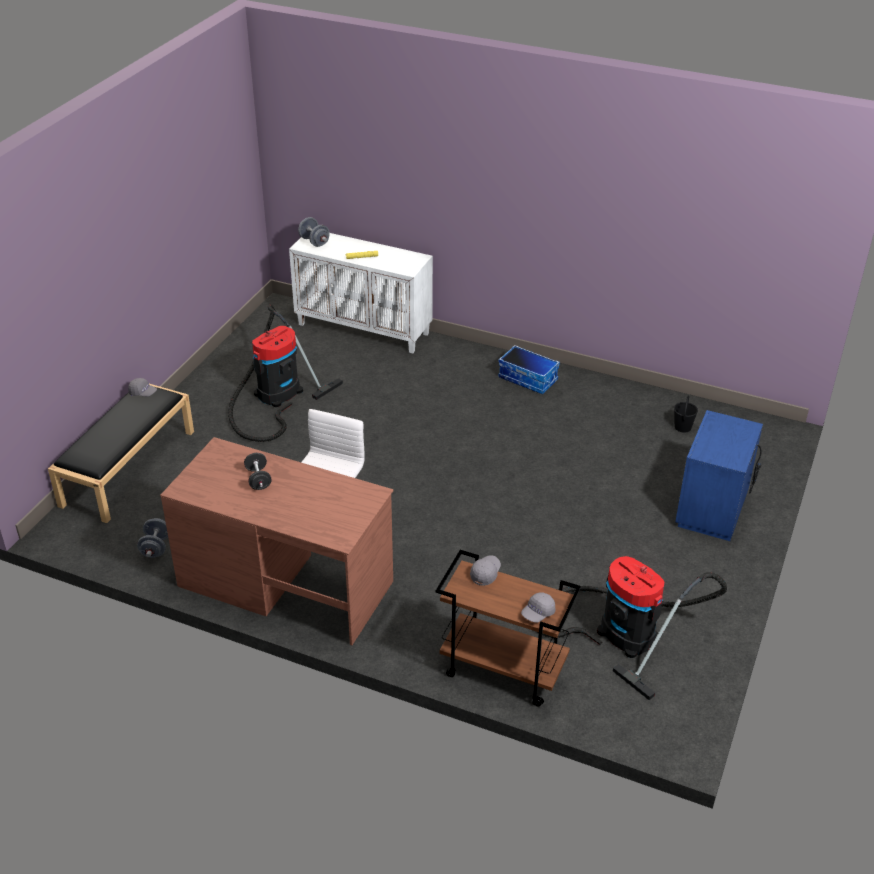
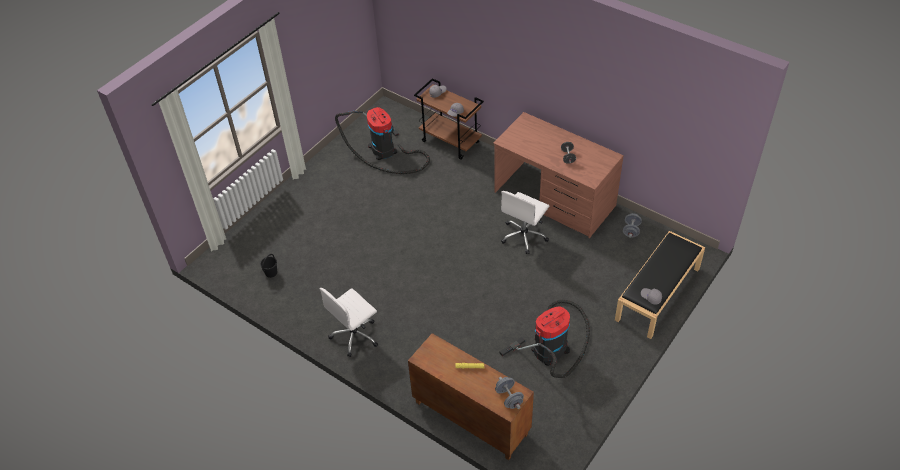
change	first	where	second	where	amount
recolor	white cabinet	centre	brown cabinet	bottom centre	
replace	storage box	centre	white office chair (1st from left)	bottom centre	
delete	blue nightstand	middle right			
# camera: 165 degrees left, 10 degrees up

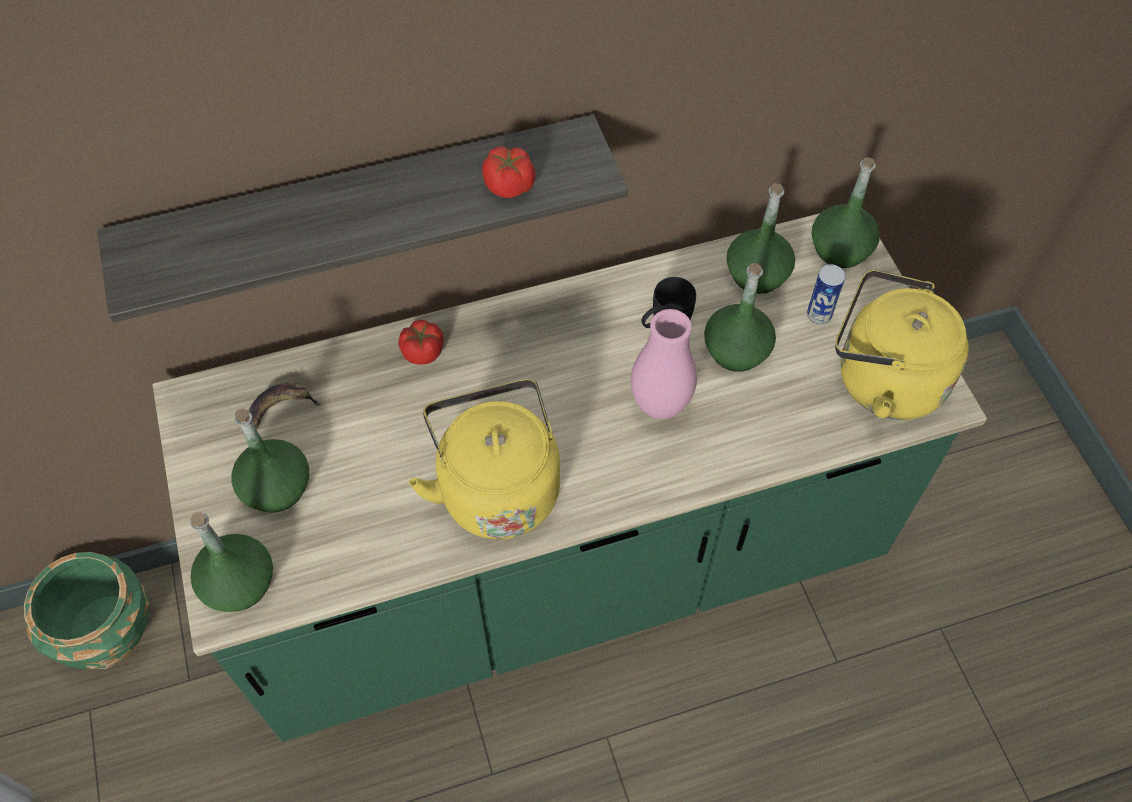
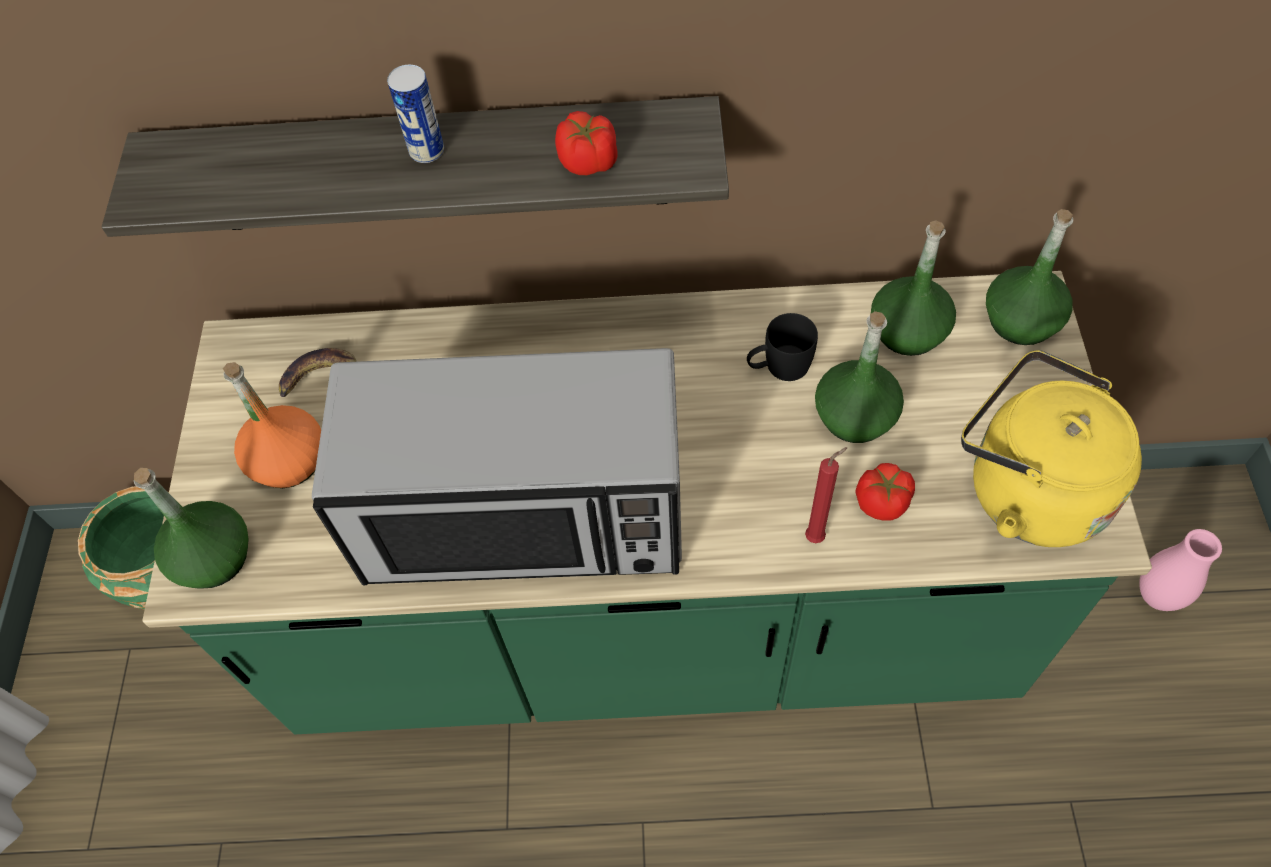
change	first	where	second	where	amount
move	can	middle right		top left	
move	pink vase	centre		middle right	
move	tomato (1st from left in the first image)	centre	tomato (2nd from left)	middle right	
replace	yellow kettle (1st from left)	centre	microwave	centre	
recolor	green bottle (2nd from left)	middle left	orange bottle	middle left	
insert			red candle	centre	
# camera: 20 degrees right, 0 degrees up

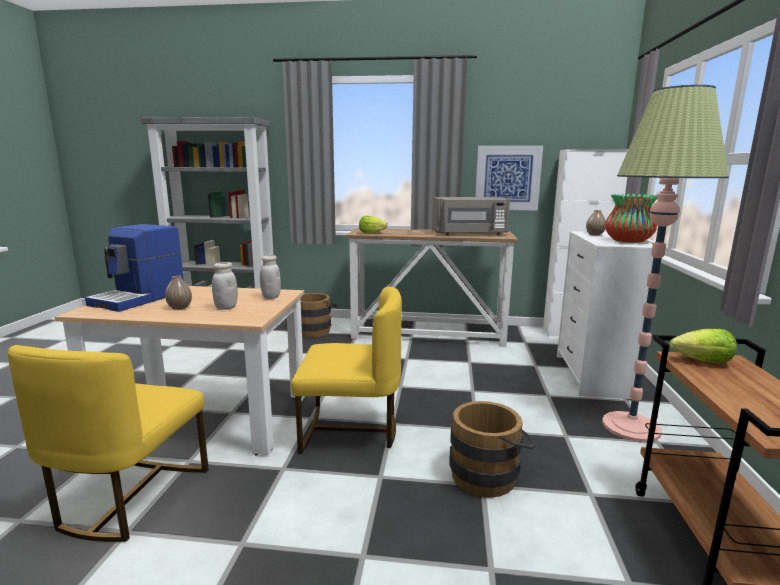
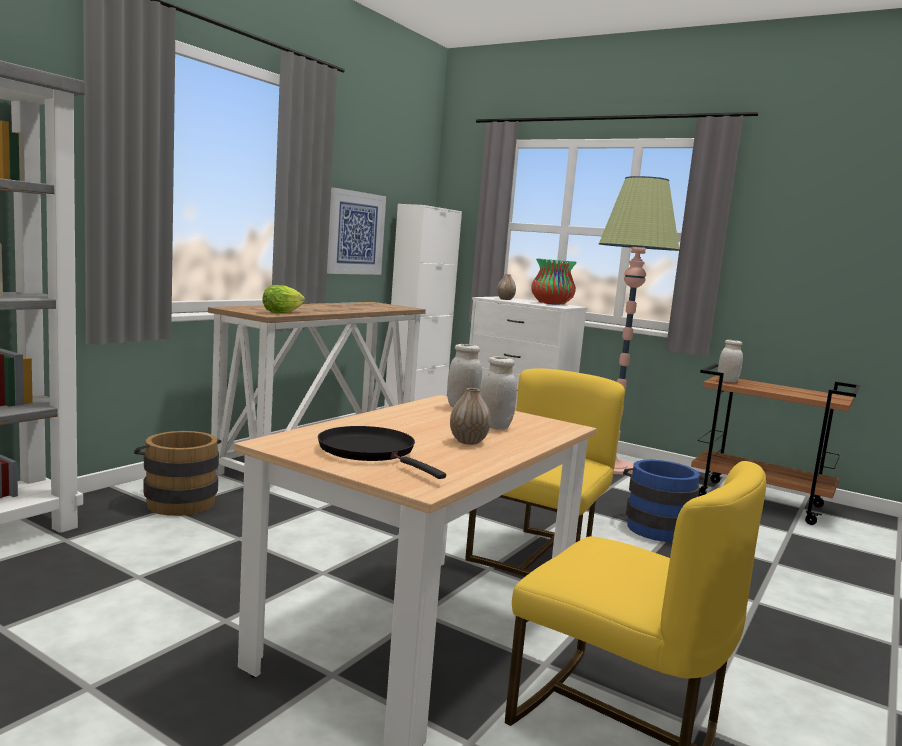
change	first	where	second	where	amount
delete	grey microwave	centre			
replace	coffee machine	middle left	black frying pan	centre	
replace	lettuce (2nd from left)	middle right	white jar (3rd from left)	middle right	
recolor	brown bucket (2nd from left)	bottom centre	blue bucket	bottom right	
# camera: 65 degrees left, 5 degrees down

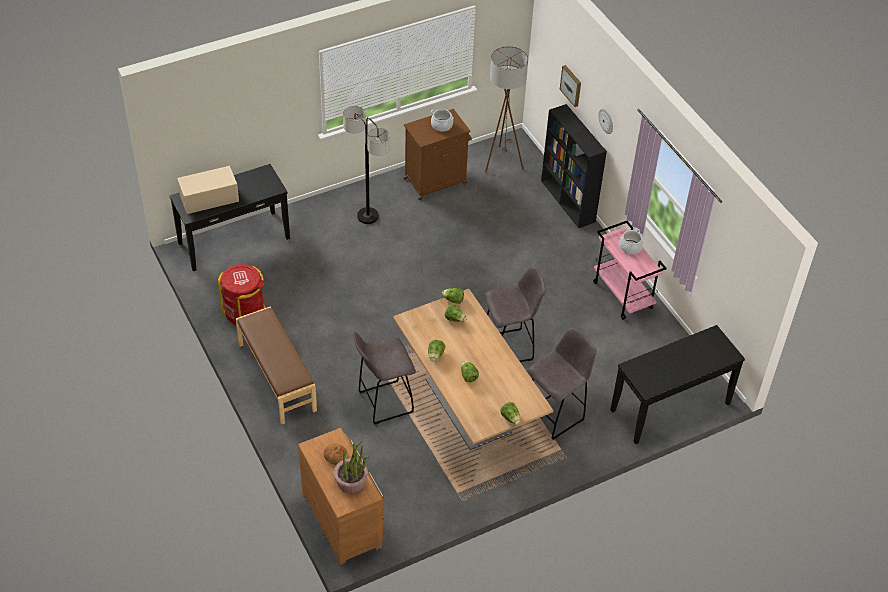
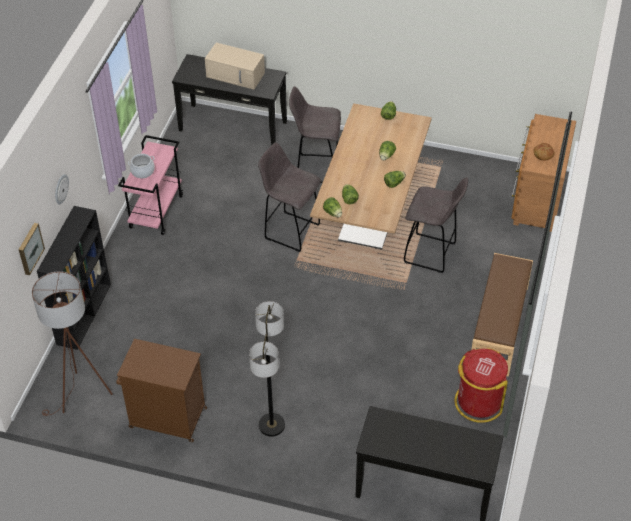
change	first	where	second	where	amount
delete	cooking pot (1st from left)	top centre			
move	beige microwave	top left		top centre	
delete	potted plant	bottom centre			
# camera: 135 degrees left, 0 degrees up

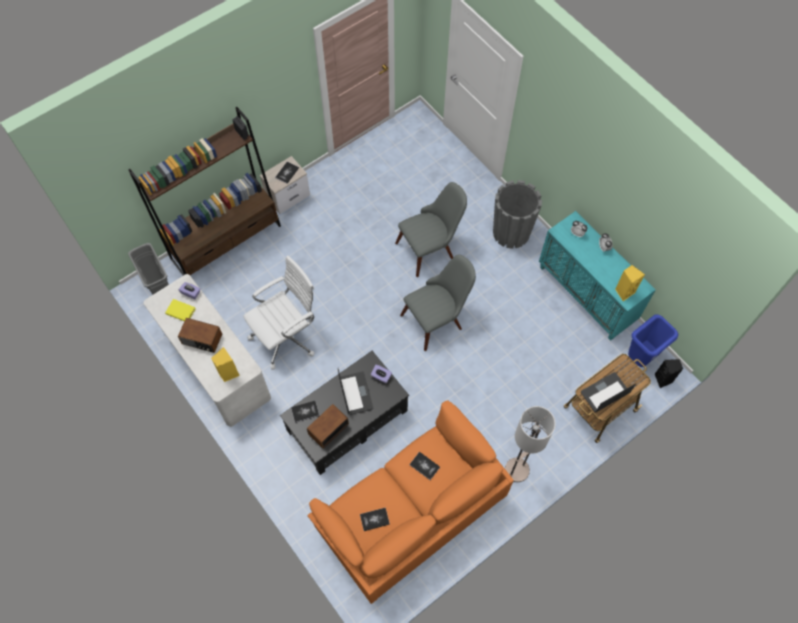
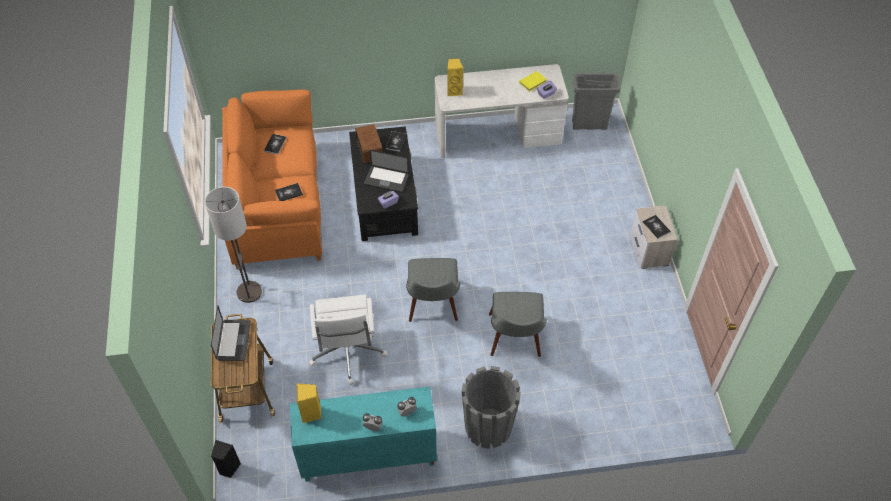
change	first	where	second	where	amount
delete	brown bookcase	top left			
move	white office chair	centre		bottom centre	
delete	blue trash can	middle right			
delete	radio (1st from left)	middle left			
# camera: 120 degrees right, 10 degrees down

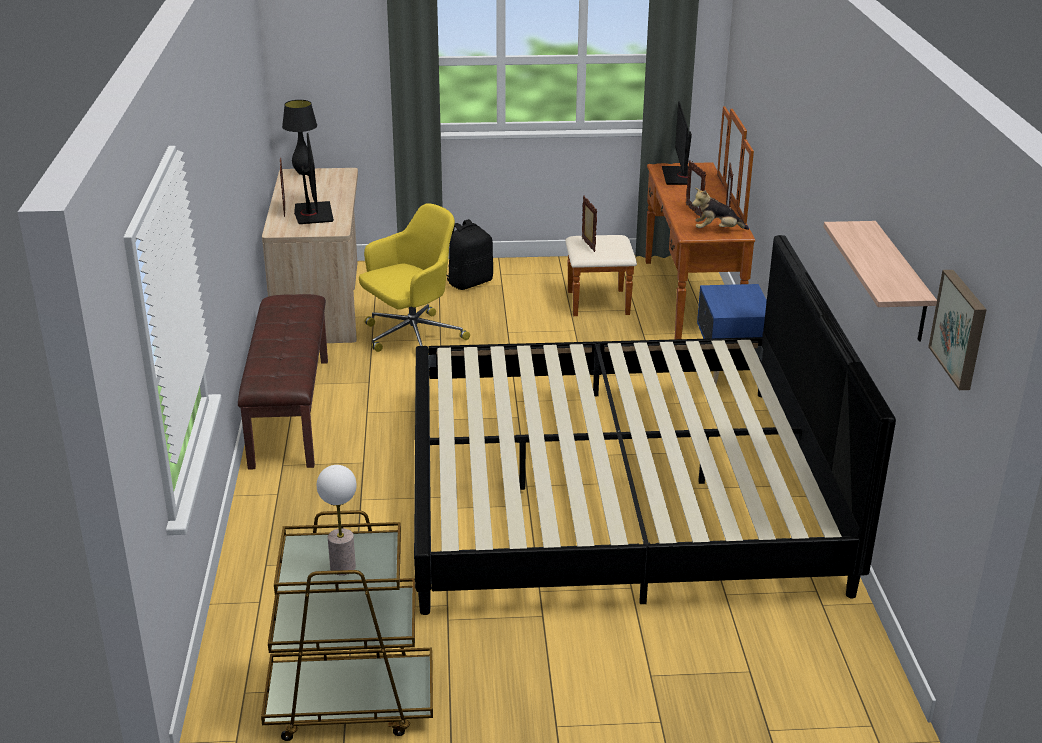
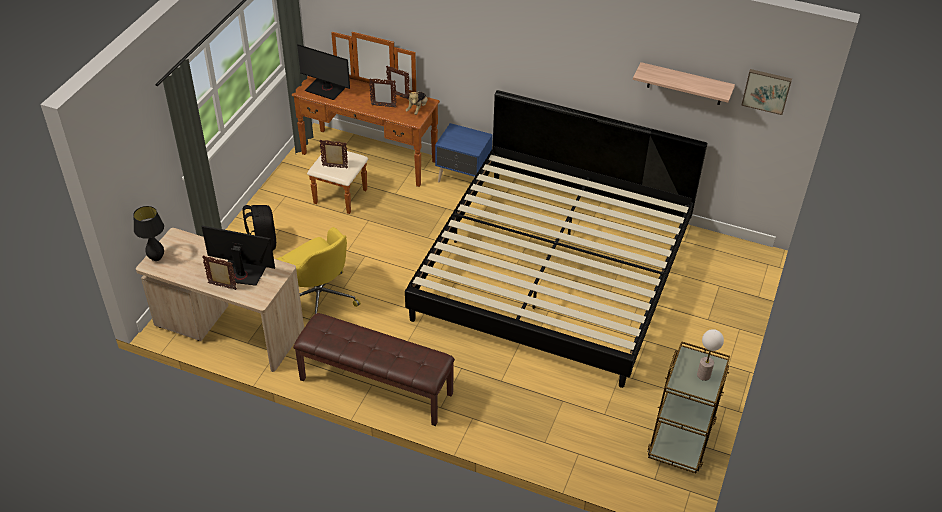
change	first	where	second	where	amount
rotate	yellow office chair	centre		centre	150 degrees clockwise
# camera: 65 degrees left, 15 degrees up

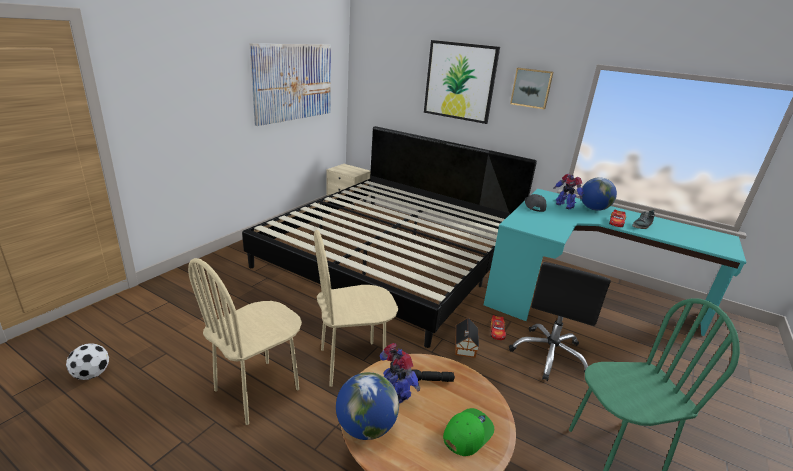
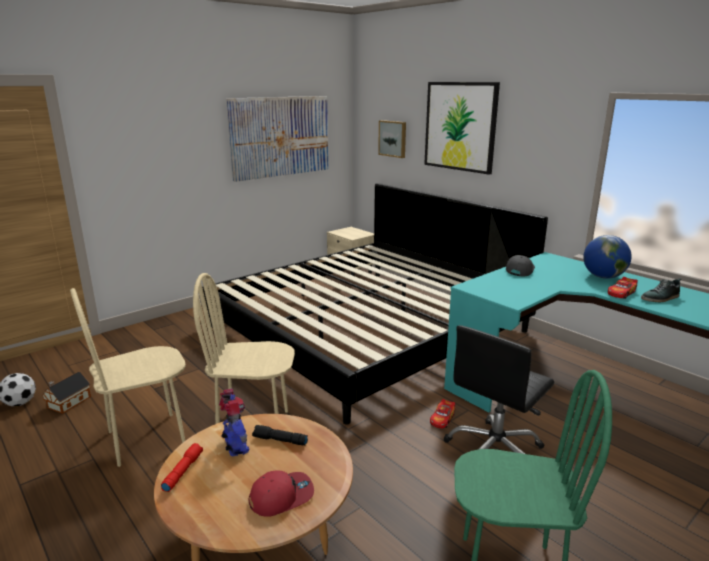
change	first	where	second	where	amount
move	picture (3rd from left in the first image)	top right	picture (2nd from left)	top centre	
delete	toy robot (2nd from left)	middle right			
move	toy house	bottom centre		bottom left	
replace	globe (1st from left)	bottom centre	red flashlight	bottom left	
recolor	green cap	bottom centre	red cap	bottom centre	
# camera: 20 degrees right, 5 degrees down

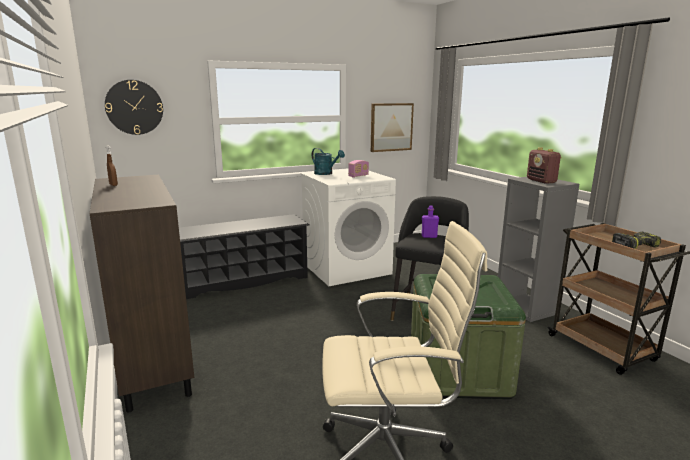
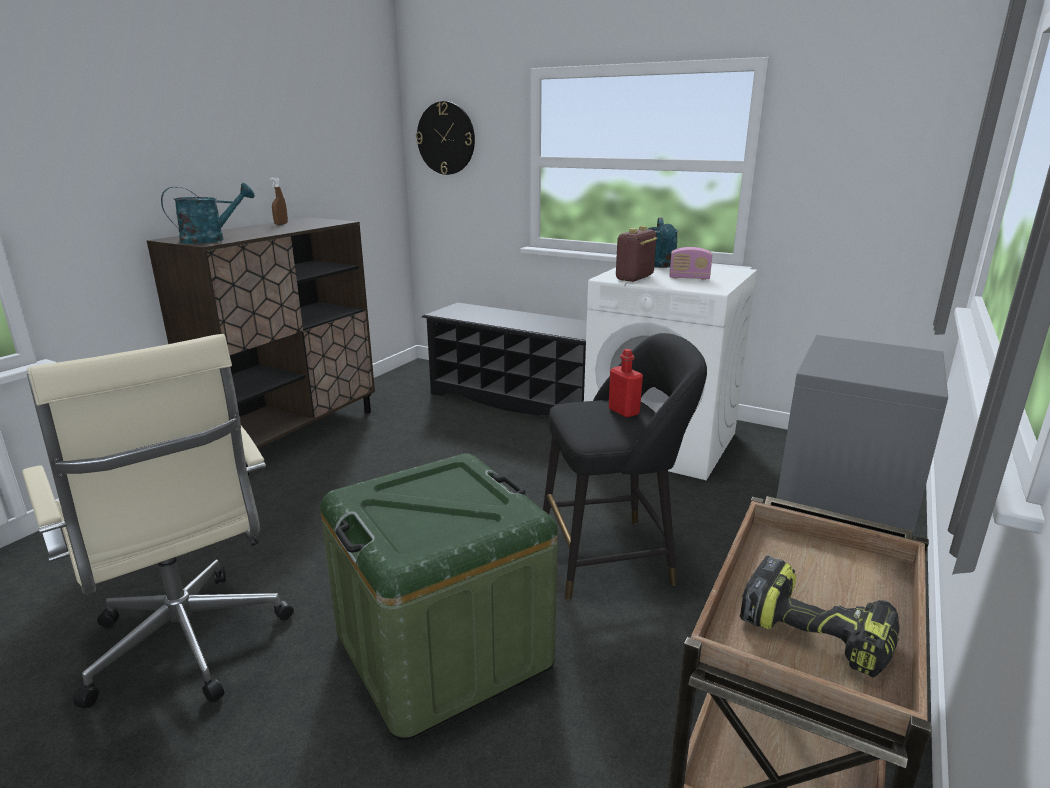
change	first	where	second	where	amount
delete	picture	top centre			
move	radio (2nd from left in the first image)	middle right	radio (1st from left)	top centre	
recolor	purple bottle	centre	red bottle	centre	
insert			turquoise watering can (1st from left)	top left	
# camera: 55 degrees right, 5 degrees up

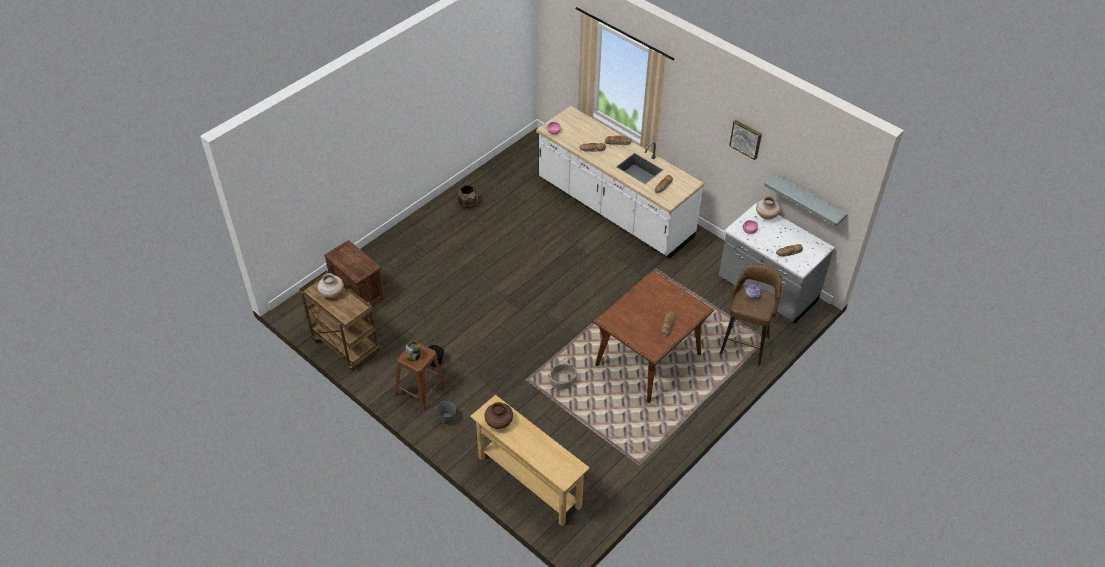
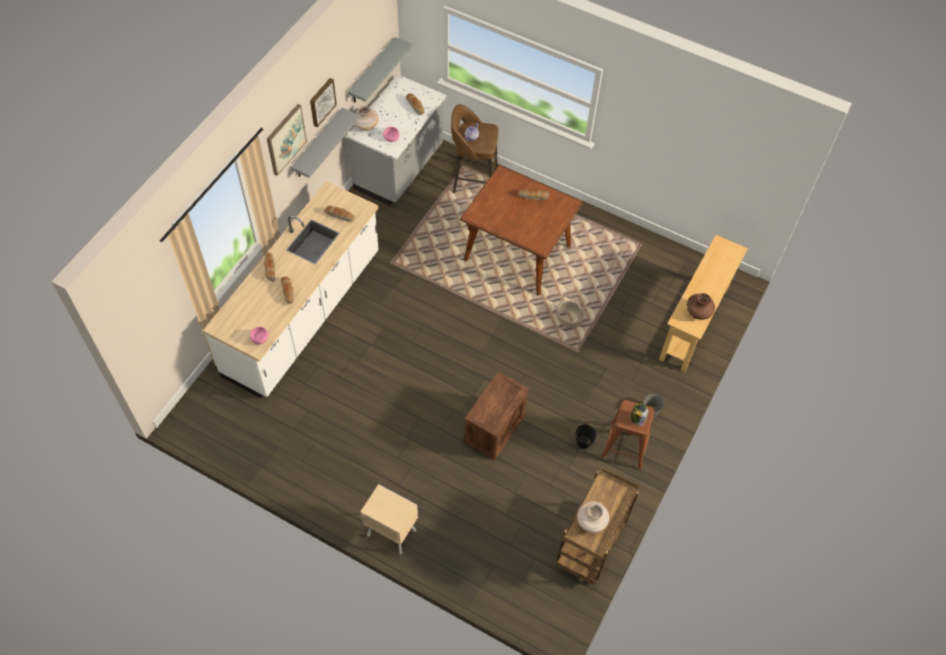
change	first	where	second	where	amount
delete	brown planter	centre			
move	crate	middle left		centre	
insert			picture (1st from left)	top left	
insert			grey shelf (1st from left)	top centre	
insert			beige nightstand	bottom centre	
# camera: 105 degrees left, 10 degrees up

